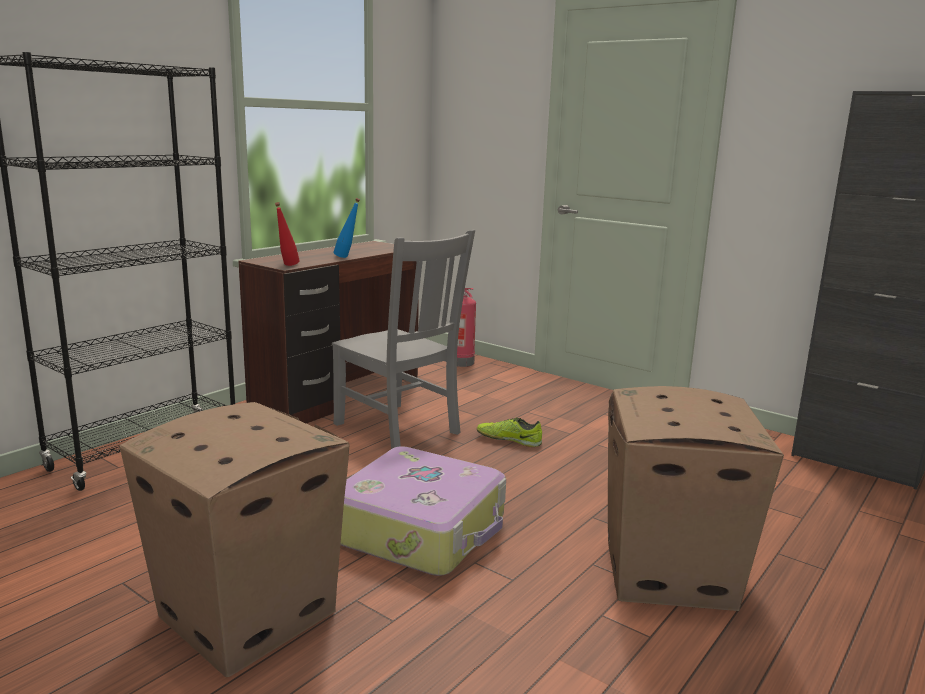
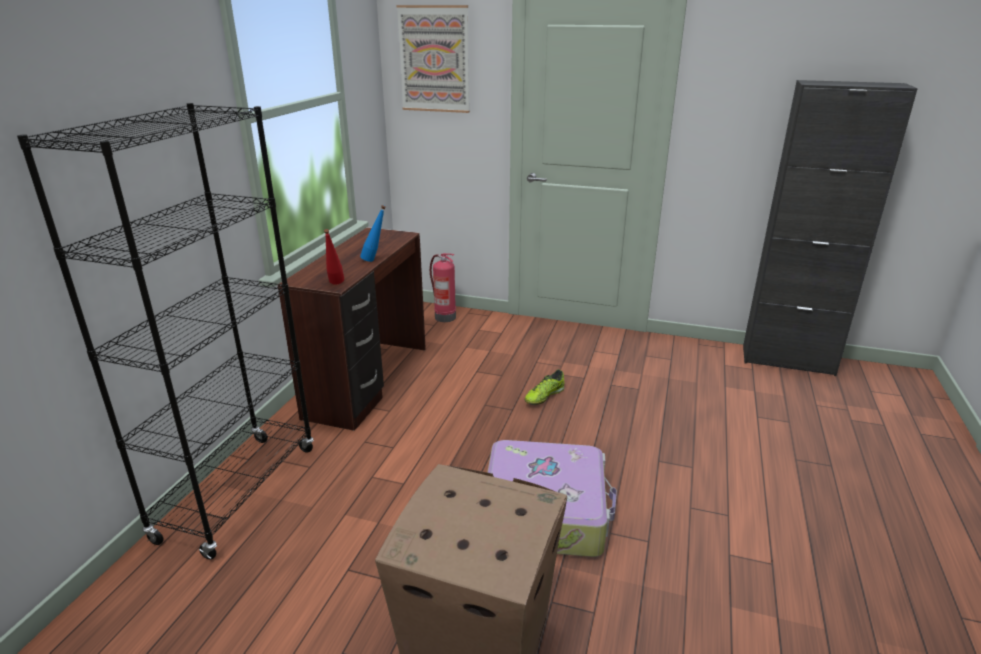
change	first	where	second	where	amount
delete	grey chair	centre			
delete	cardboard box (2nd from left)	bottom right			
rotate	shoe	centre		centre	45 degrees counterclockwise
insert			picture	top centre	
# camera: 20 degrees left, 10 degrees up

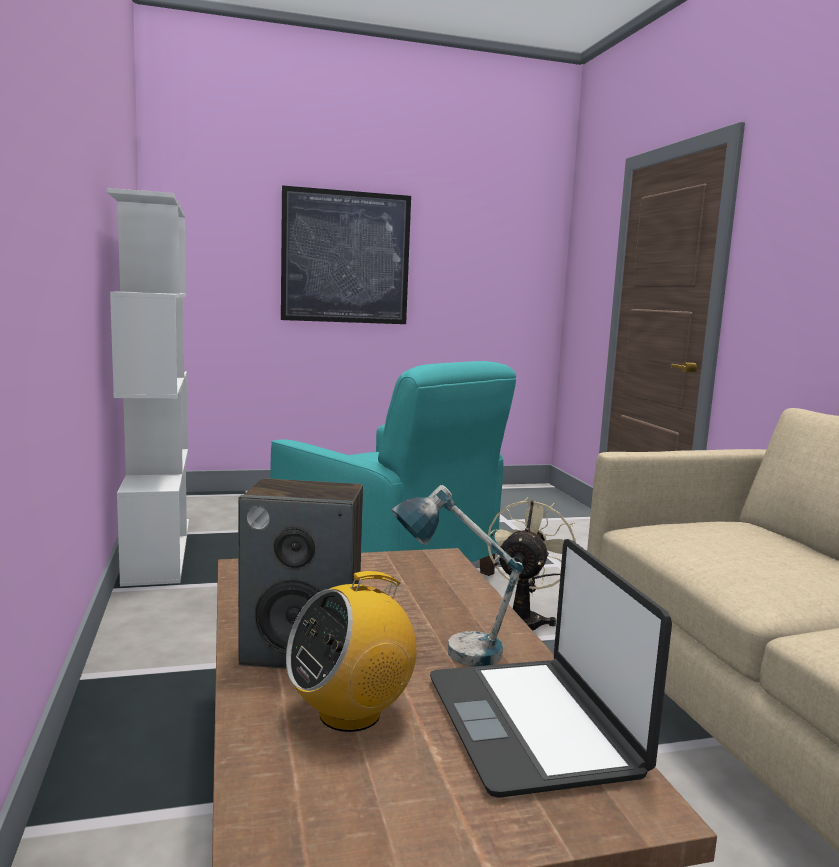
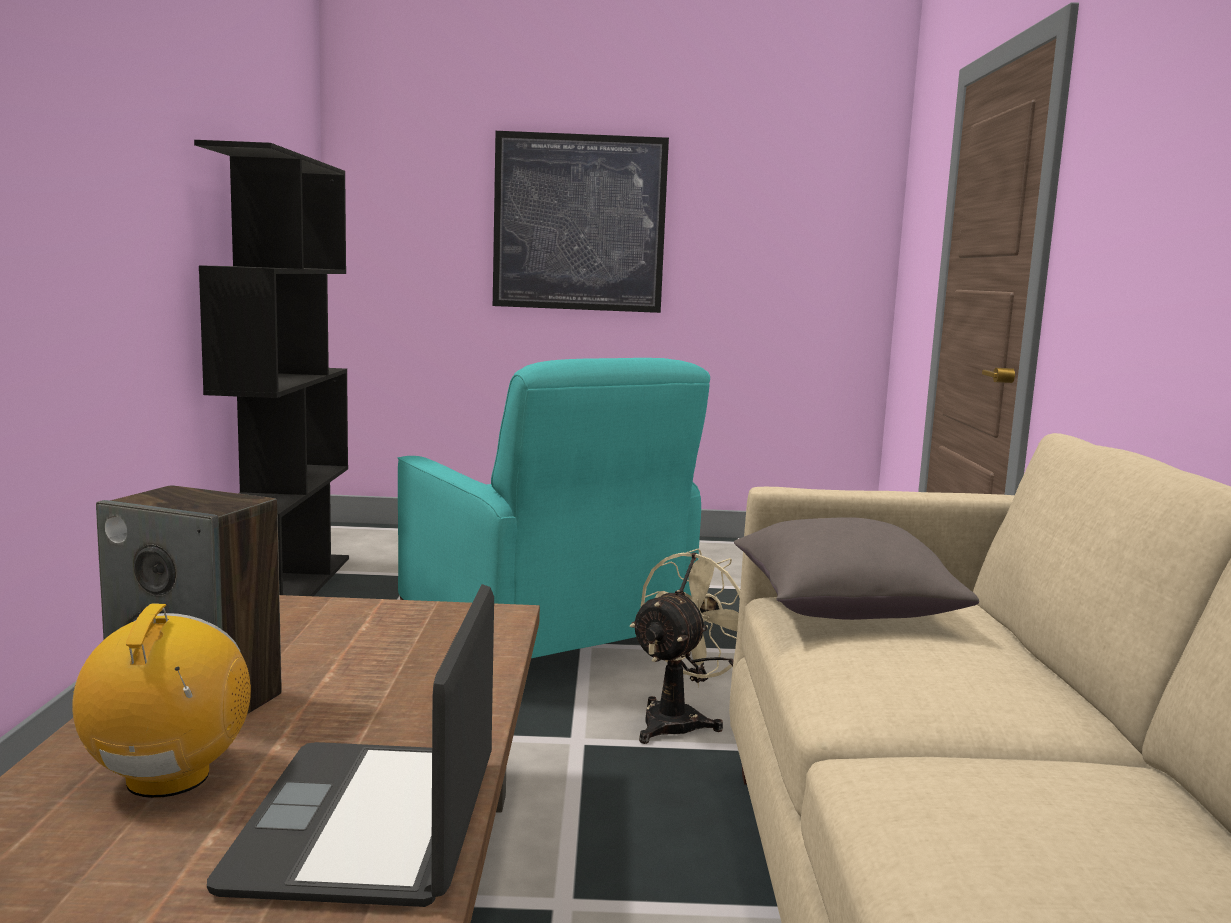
change	first	where	second	where	amount
recolor	white bookcase	middle left	black bookcase	middle left	
delete	table lamp	centre			
rotate	radio	bottom centre		bottom left	105 degrees clockwise
insert			grey pillow	middle right	
# camera: 15 degrees right, 0 degrees up

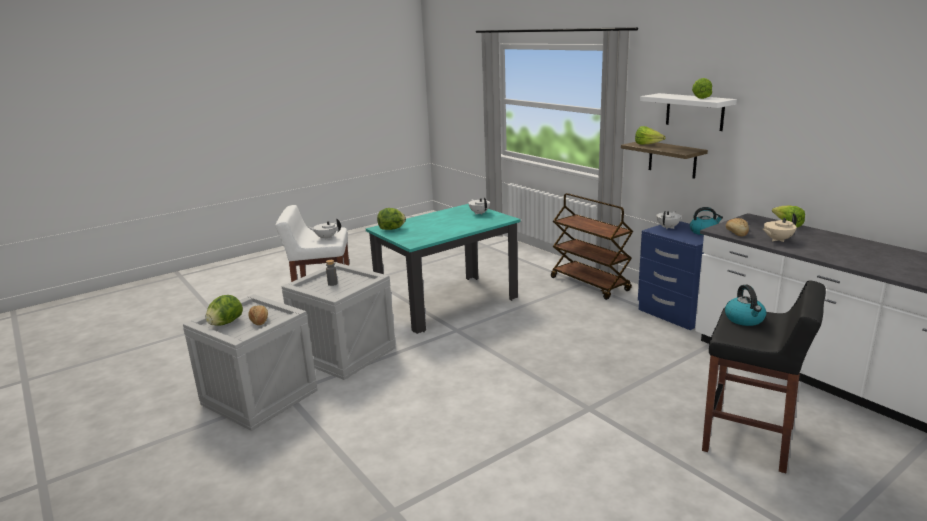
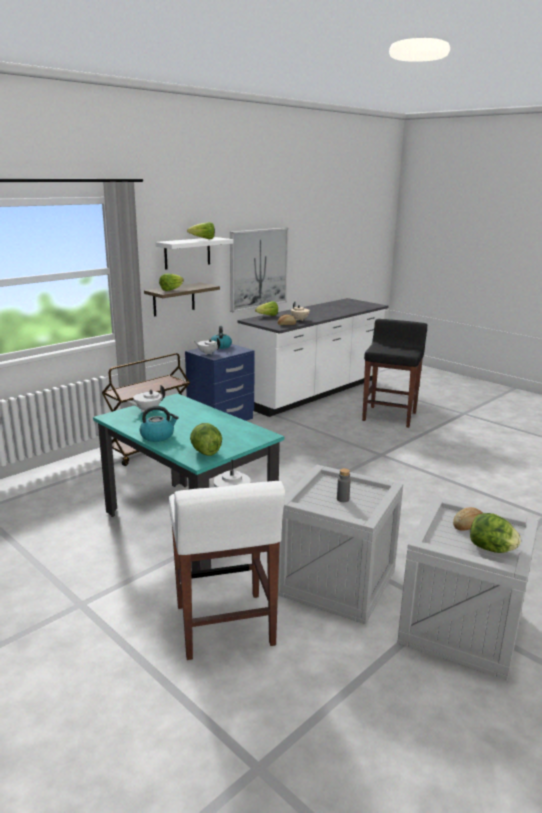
change	first	where	second	where	amount
move	kettle (2nd from left in the first image)	middle right	kettle (1st from left)	middle left	
insert			picture	top centre	
# camera: 100 degrees left, 0 degrees up

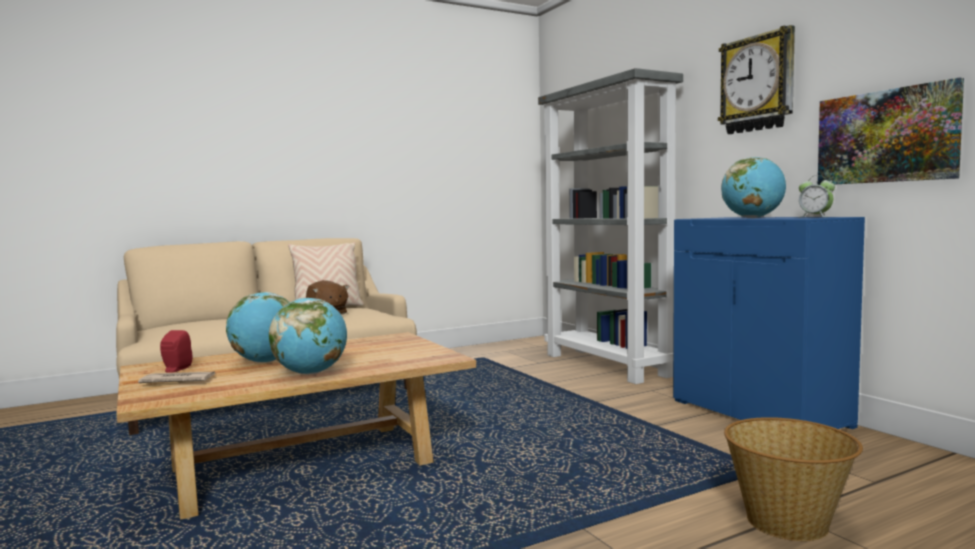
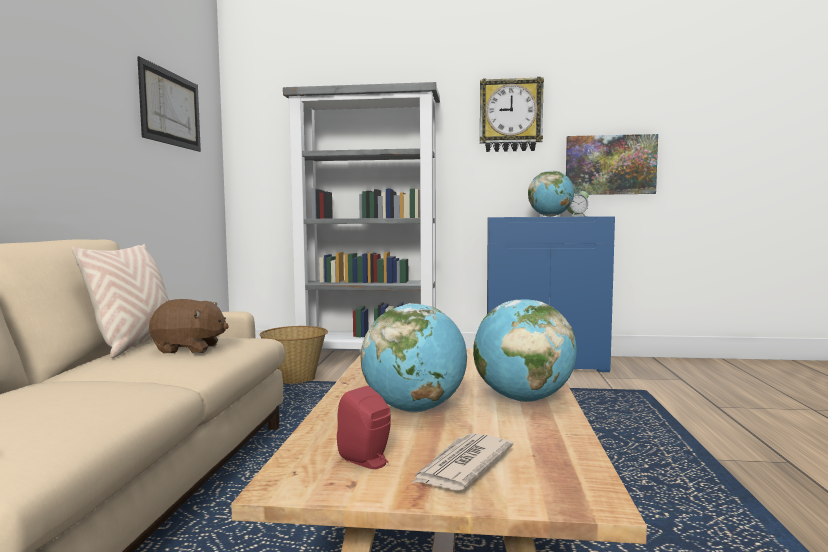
change	first	where	second	where	amount
move	basket	bottom right		centre	
insert			picture (1st from left)	top left	
# camera: 55 degrees left, 0 degrees up

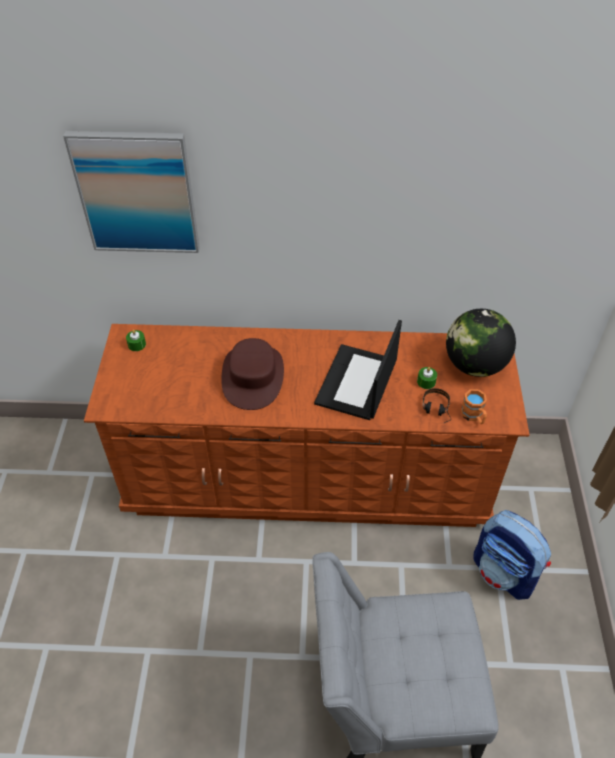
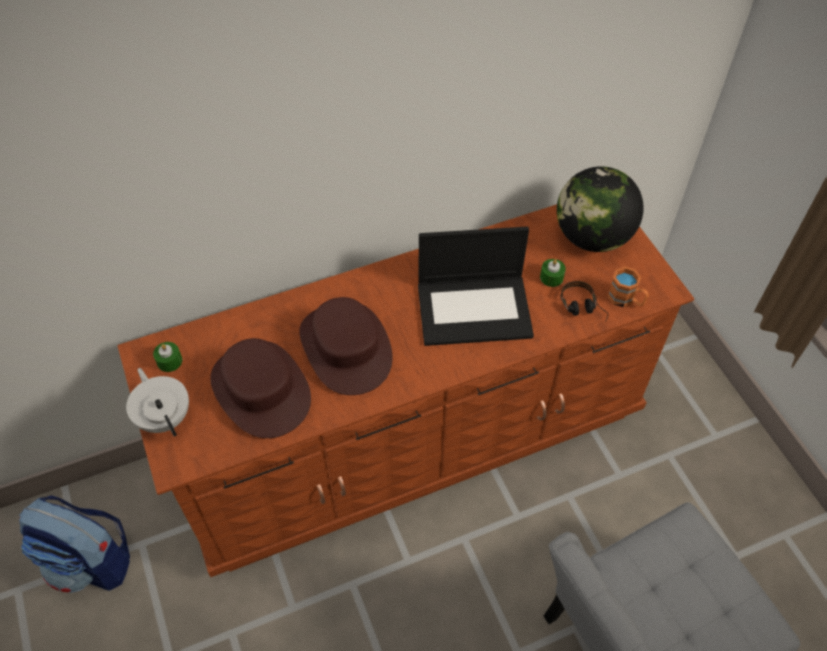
change	first	where	second	where	amount
delete	picture	top left			
rotate	laptop	centre		centre	90 degrees counterclockwise
move	backpack	bottom right		bottom left	
insert			brown hat (1st from left)	middle left	
insert			white teapot	middle left	
# camera: 25 degrees left, 5 degrees up

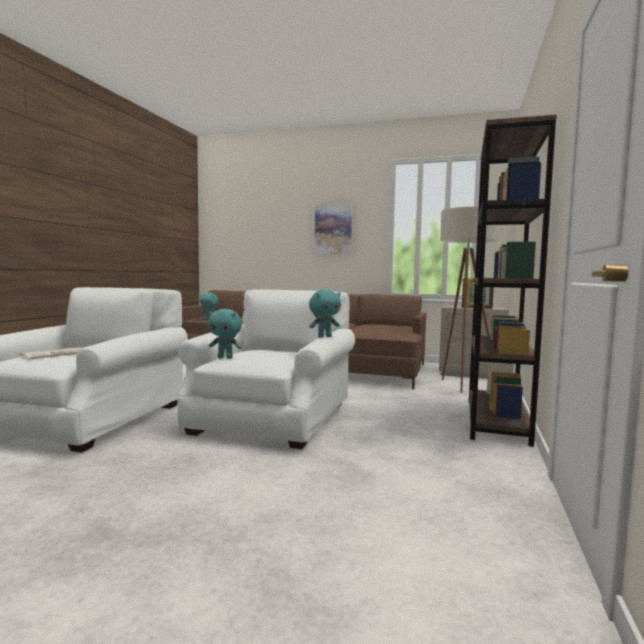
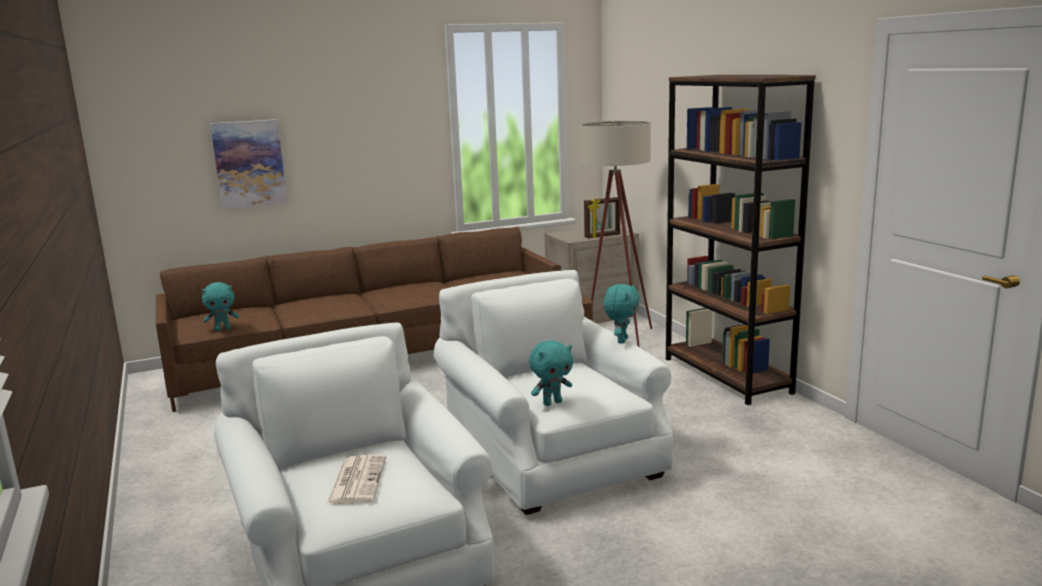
change	first	where	second	where	amount
move	picture	centre		top left	
# camera: 40 degrees left, 10 degrees up

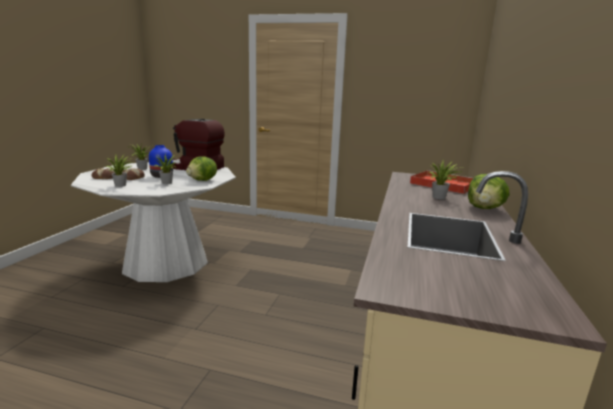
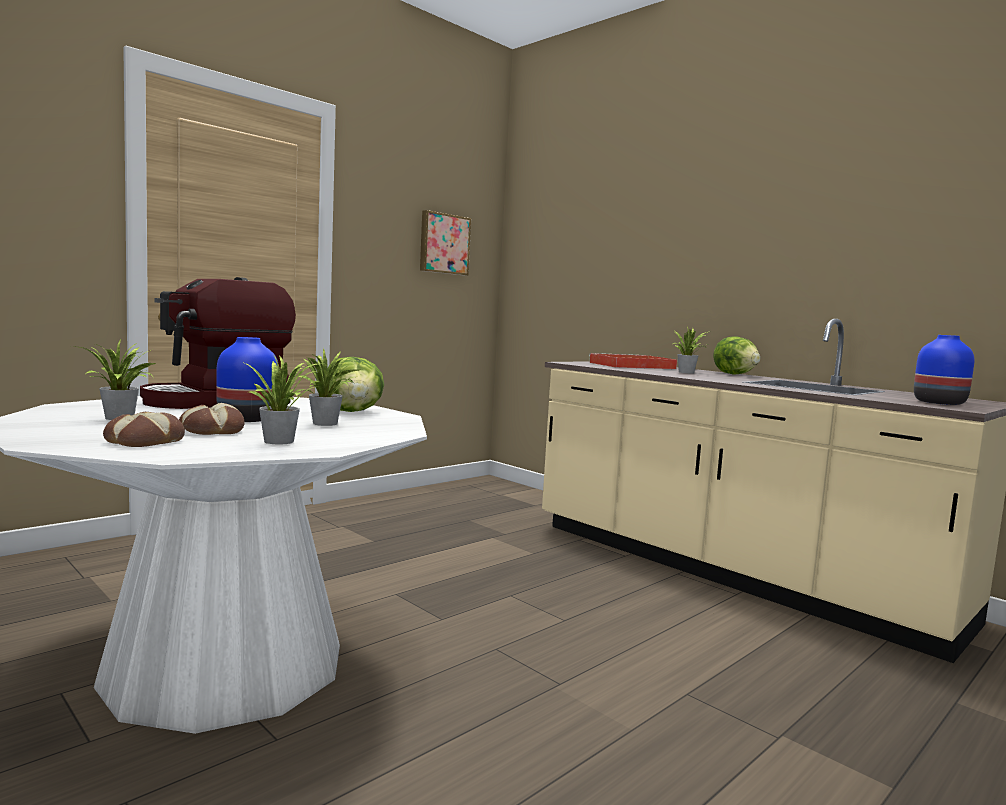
change	first	where	second	where	amount
insert			picture	top centre	
insert			blue vase (2nd from left)	middle right	
# camera: 60 degrees left, 10 degrees down

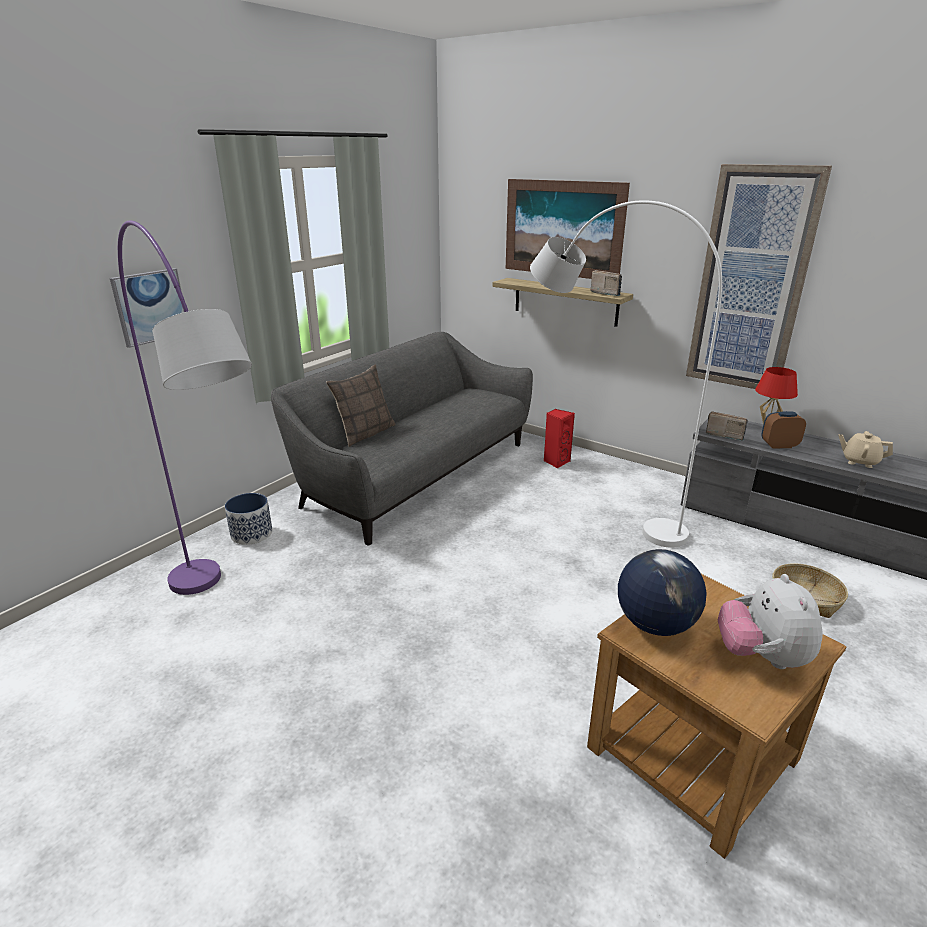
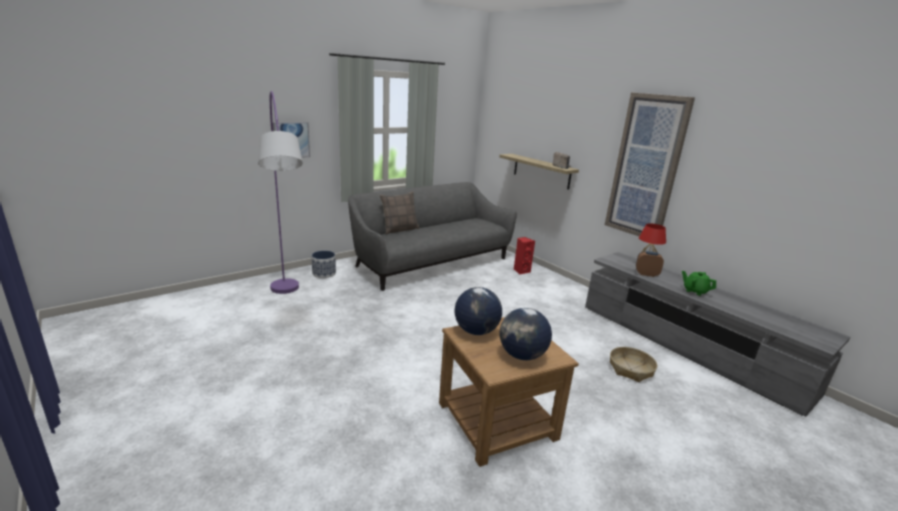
change	first	where	second	where	amount
delete	picture (2nd from left)	top centre			
delete	white floor lamp	middle right			
delete	radio (2nd from left)	middle right			
recolor	beige teapot	middle right	green teapot	middle right	
replace	plush toy	bottom right	globe (2nd from left)	centre	
# camera: 15 degrees right, 5 degrees down

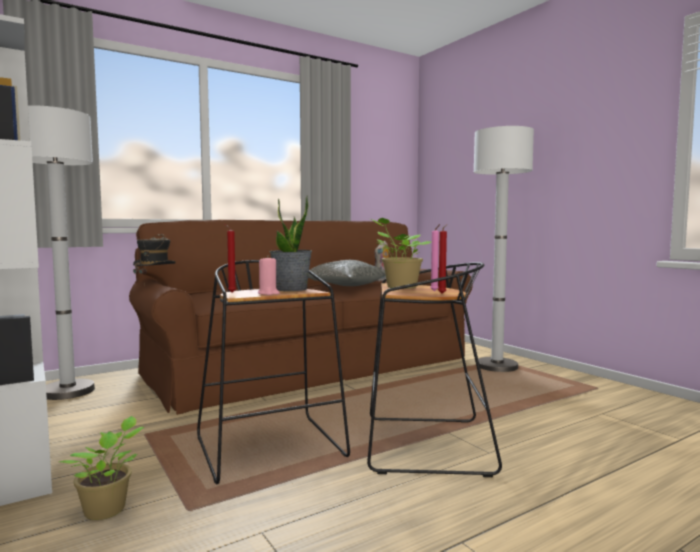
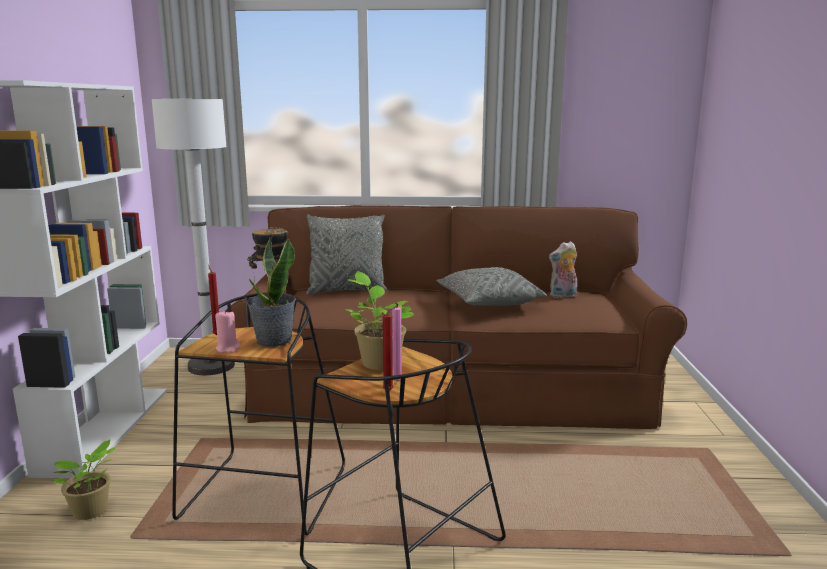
change	first	where	second	where	amount
delete	white floor lamp (2nd from left)	middle right			
insert			grey pillow (1st from left)	centre	
# camera: 35 degrees right, 10 degrees up

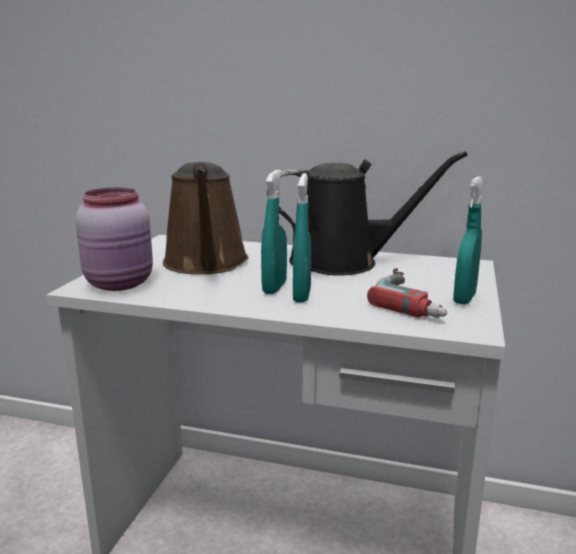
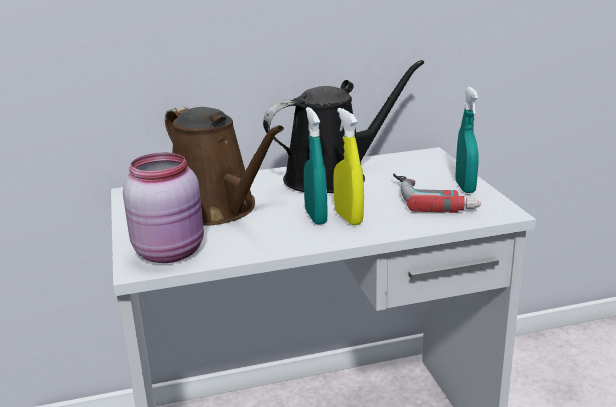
change	first	where	second	where	amount
recolor	turquoise spray bottle (2nd from left)	centre	yellow spray bottle	centre	
# camera: 30 degrees left, 5 degrees up

